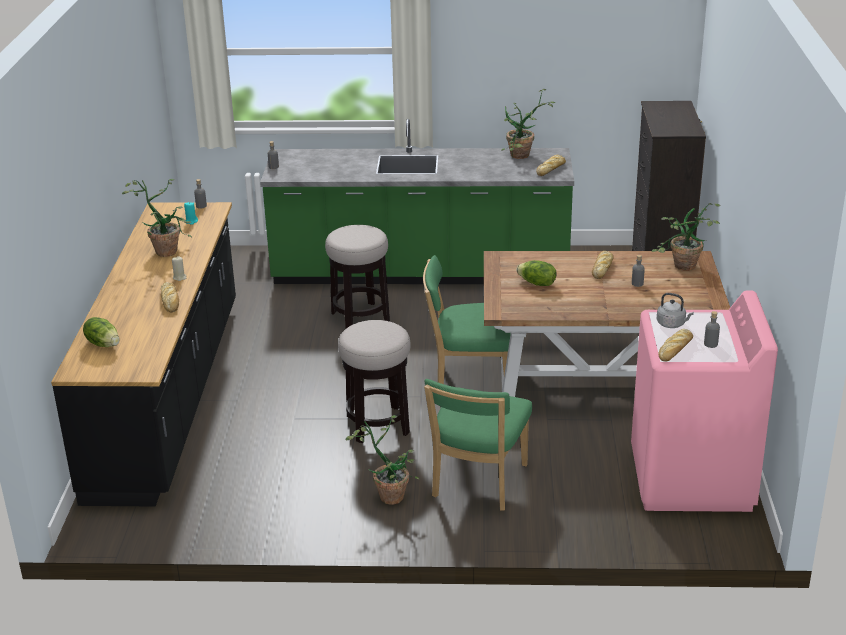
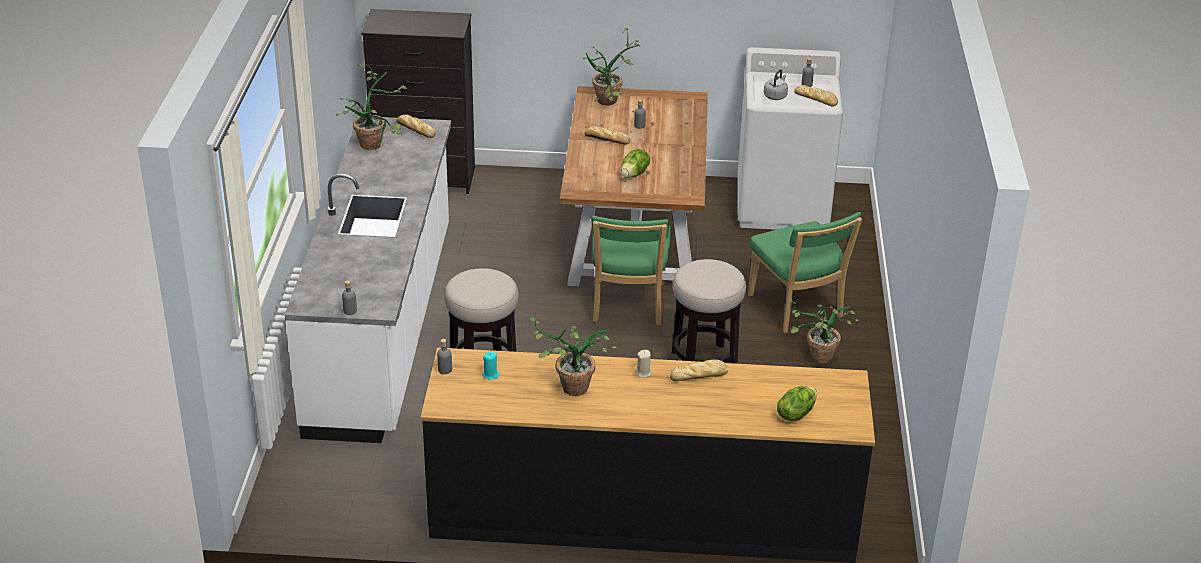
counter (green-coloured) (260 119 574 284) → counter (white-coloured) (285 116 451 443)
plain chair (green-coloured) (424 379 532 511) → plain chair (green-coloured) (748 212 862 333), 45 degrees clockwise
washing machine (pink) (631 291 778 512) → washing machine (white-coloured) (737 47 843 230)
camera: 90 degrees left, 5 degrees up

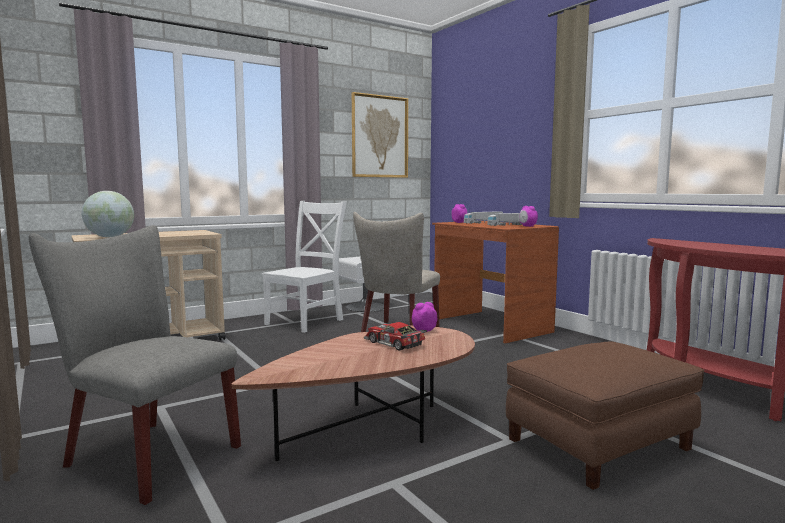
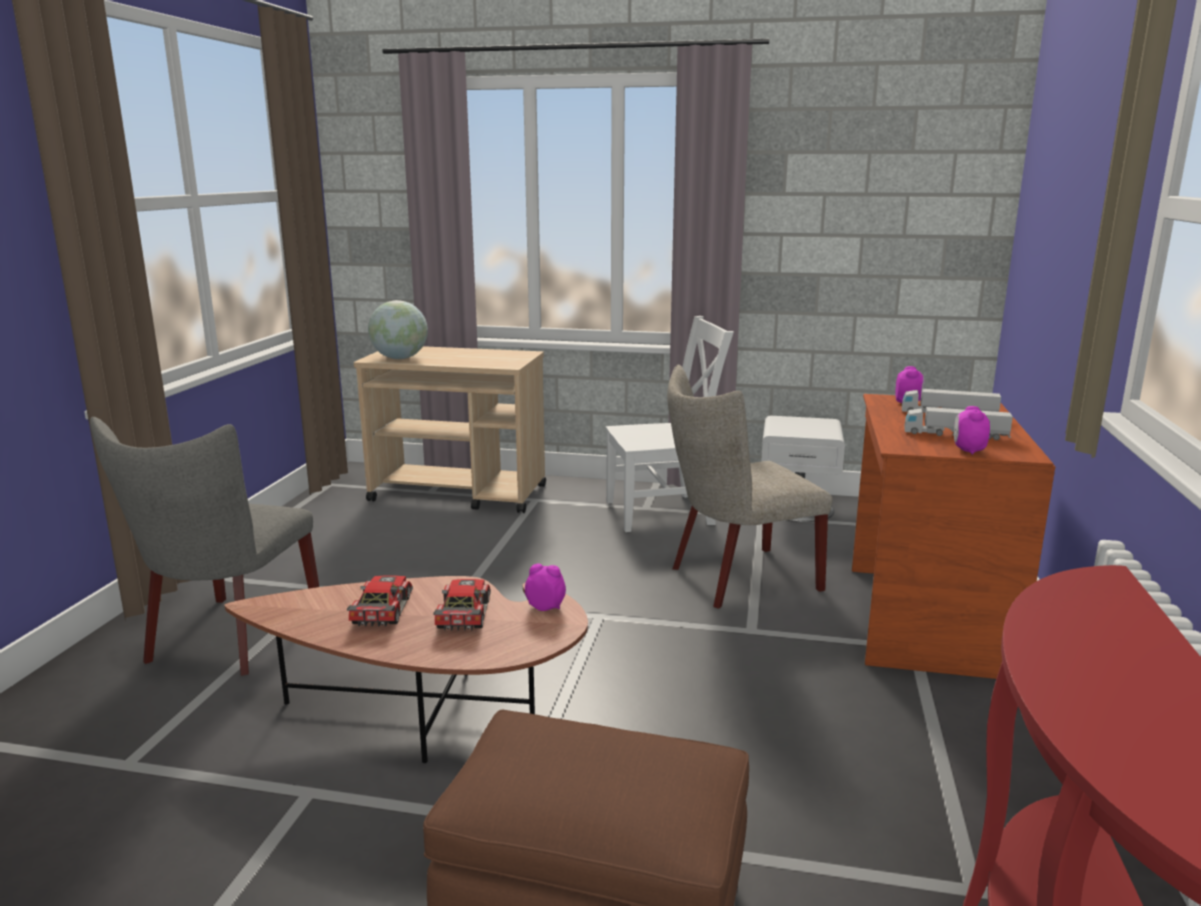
plain chair (gray) (29 225 241 505) → plain chair (gray) (90 417 319 676), 150 degrees counterclockwise
wall picture (352 92 408 178) → -
- → miniature car (347 576 413 627)
camera: 45 degrees right, 10 degrees up

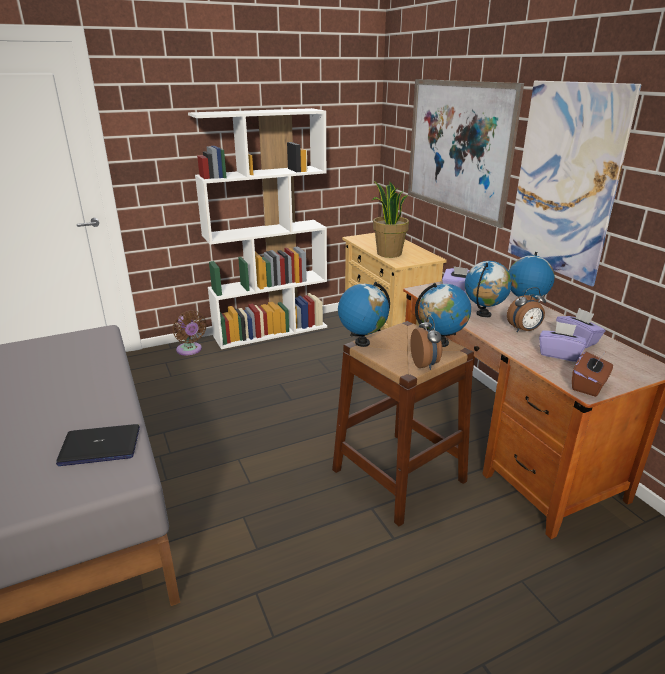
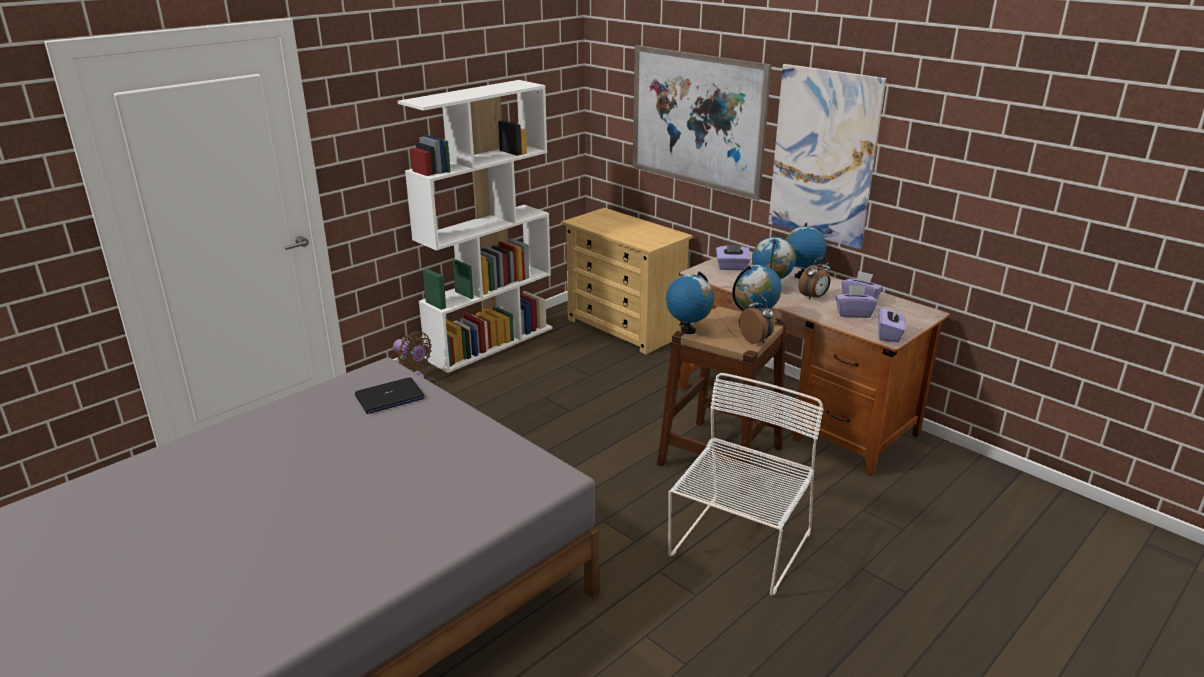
laptop (56 424 140 466) → laptop (355 377 425 414), shifted
potted plant (372 181 409 258) → -
tissue box (brownish) (572 352 613 397) → tissue box (purple-coloured) (878 305 906 342)
- → plain chair (white-coloured) (668 373 824 596)
camera: 20 degrees left, 0 degrees up

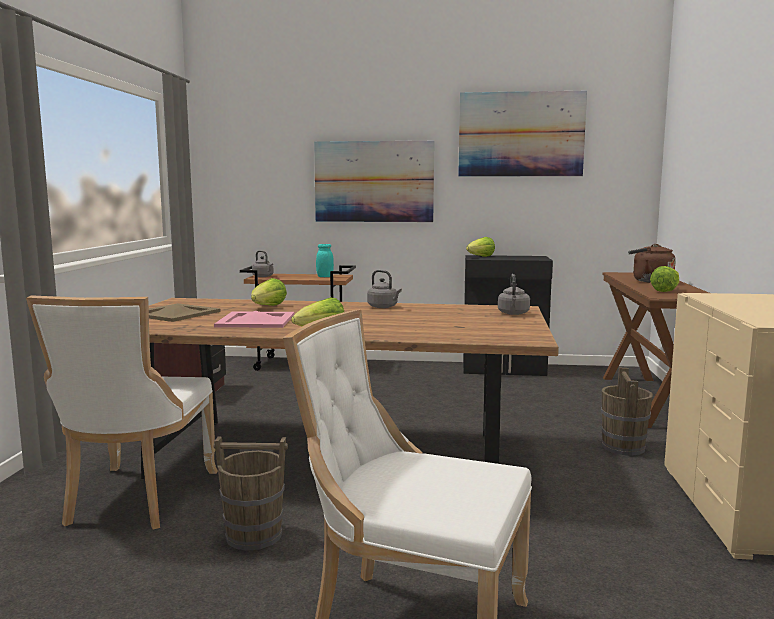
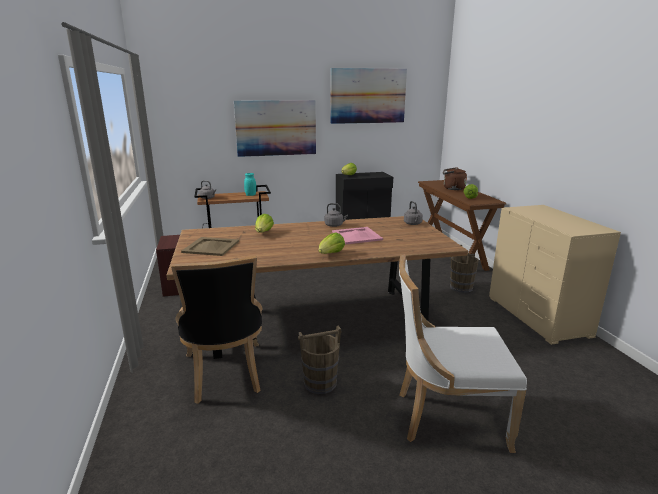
plain chair (white-coloured) (26 296 218 530) → plain chair (black-coloured) (171 256 262 404)
tray (pink) (214 311 295 328) → tray (pink) (332 227 383 244), shifted
camera: 20 degrees left, 10 degrees up

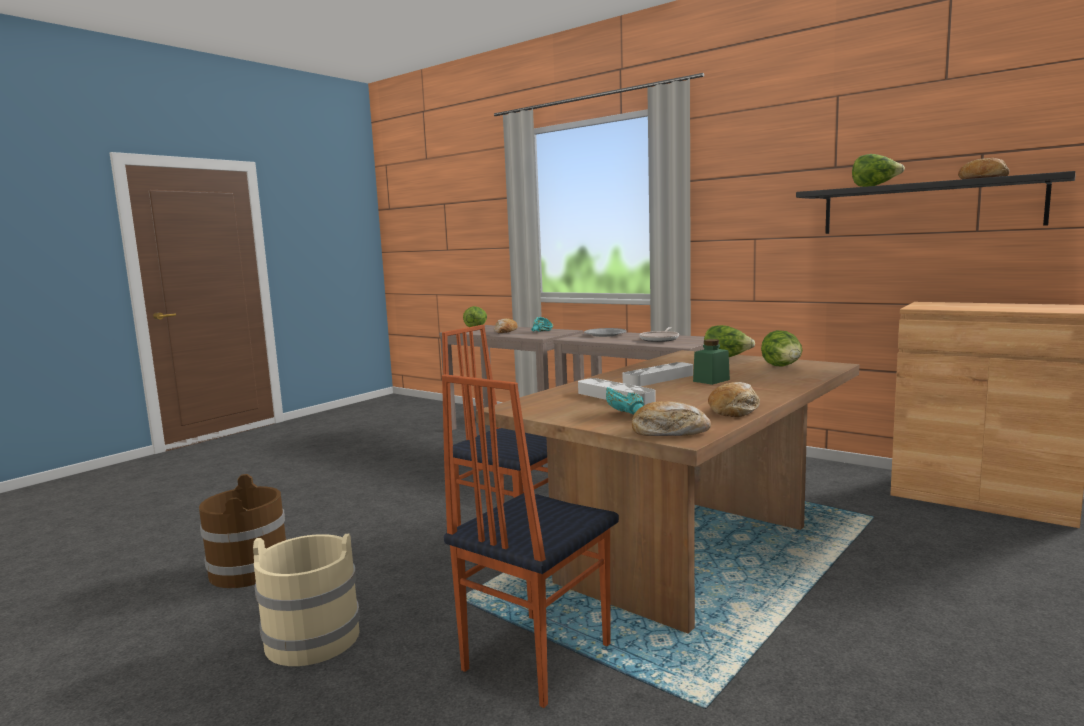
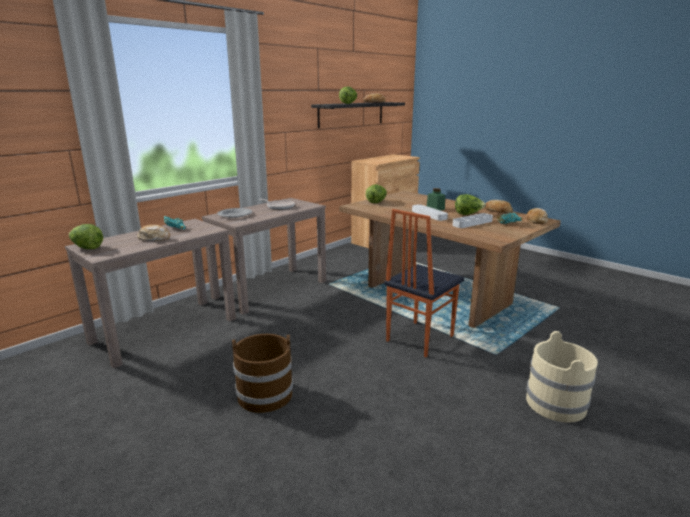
pail (brownish) (199 474 287 588) → pail (brownish) (232 334 293 413), shifted
plain chair (442 374 619 708) → -
lettuce head (761 330 802 366) → lettuce head (455 194 486 215), shifted
camera: 85 degrees left, 10 degrees up

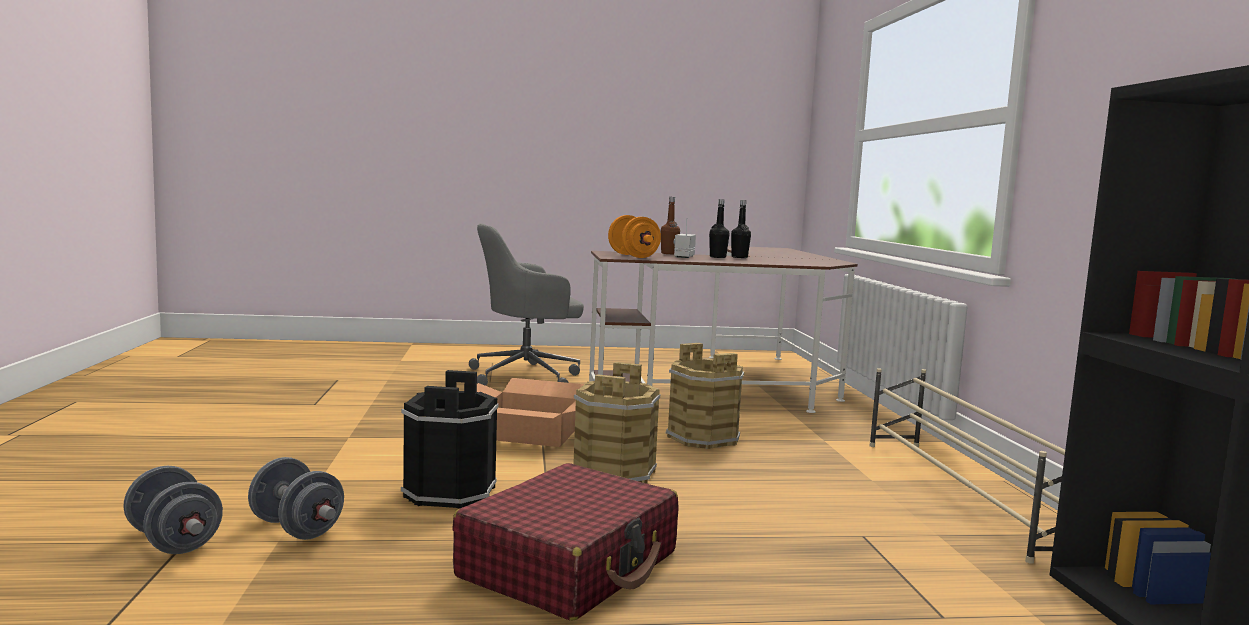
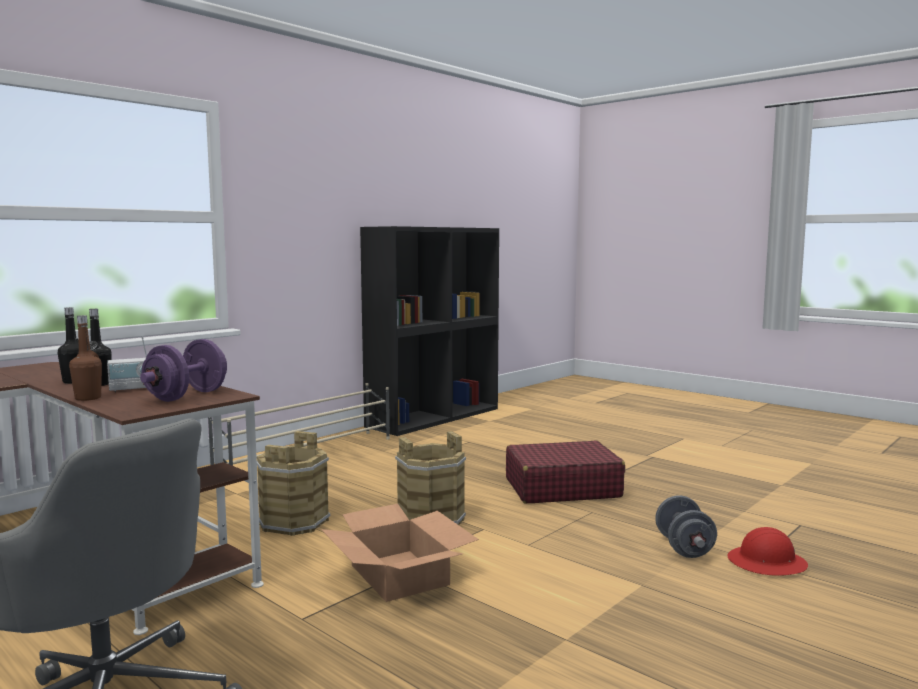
dumbbell (gray) (123 466 223 554) → hard hat (reddish) (727 527 808 576)
pail (black-coloured) (401 370 498 509) → -
dumbbell (orangey) (608 215 661 258) → dumbbell (purple-coloured) (140 339 227 402)
camera: 130 degrees left, 0 degrees up

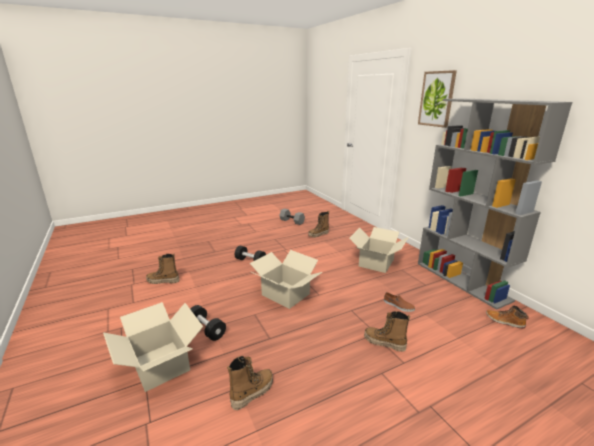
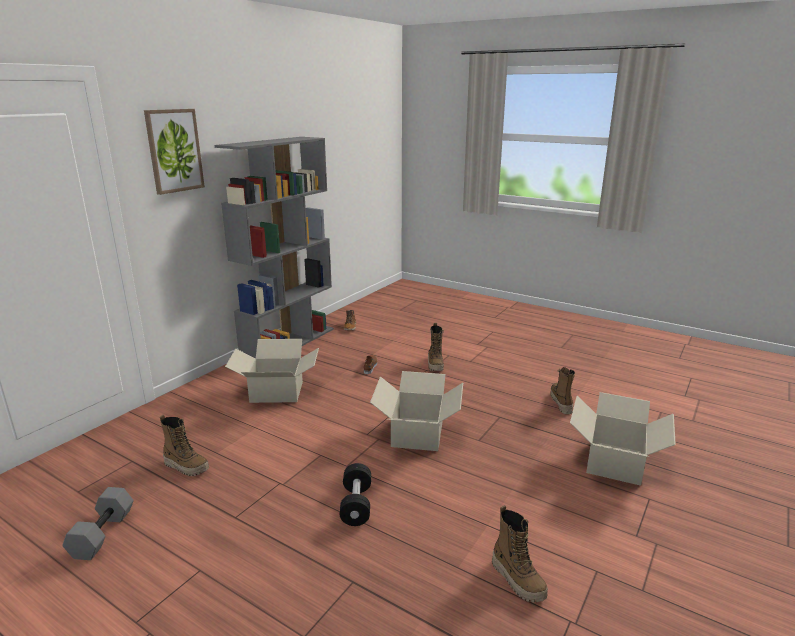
dumbbell (black-coloured) (190 305 226 341) → -
boot (227 356 273 410) → boot (551 367 575 414), 75 degrees clockwise
camera: 120 degrees left, 0 degrees up

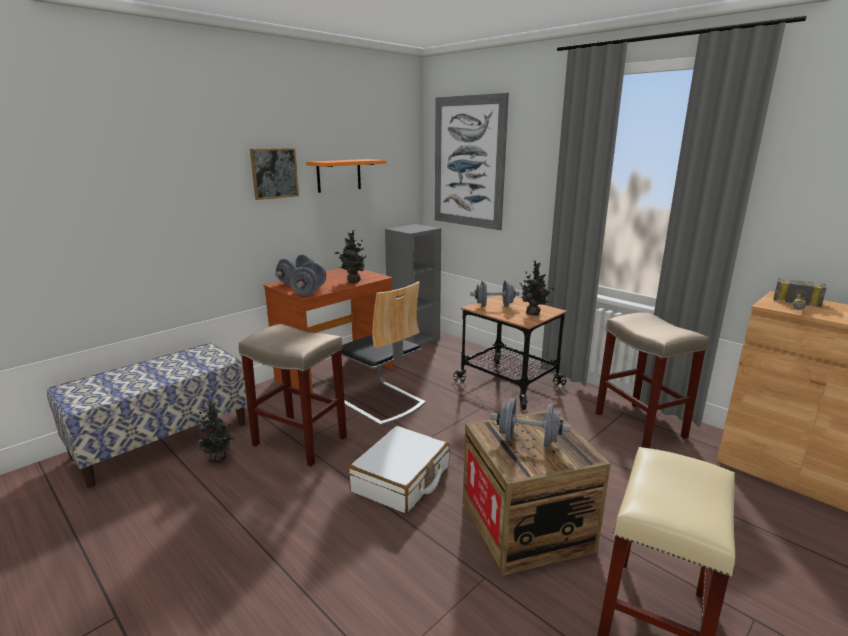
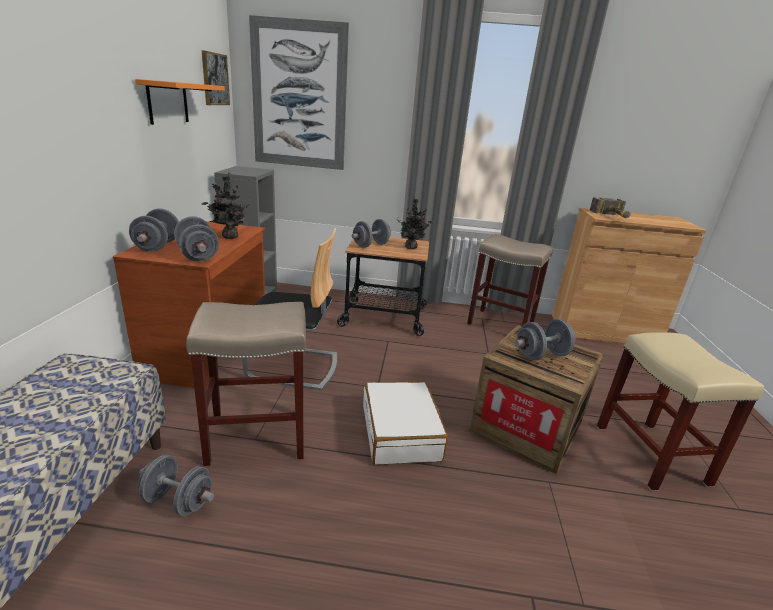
potted plant (197 400 235 463) → dumbbell (gray) (138 455 214 516)
wall picture (250 148 299 200) → wall picture (202 50 230 105), shifted
camera: 40 degrees left, 5 degrees up

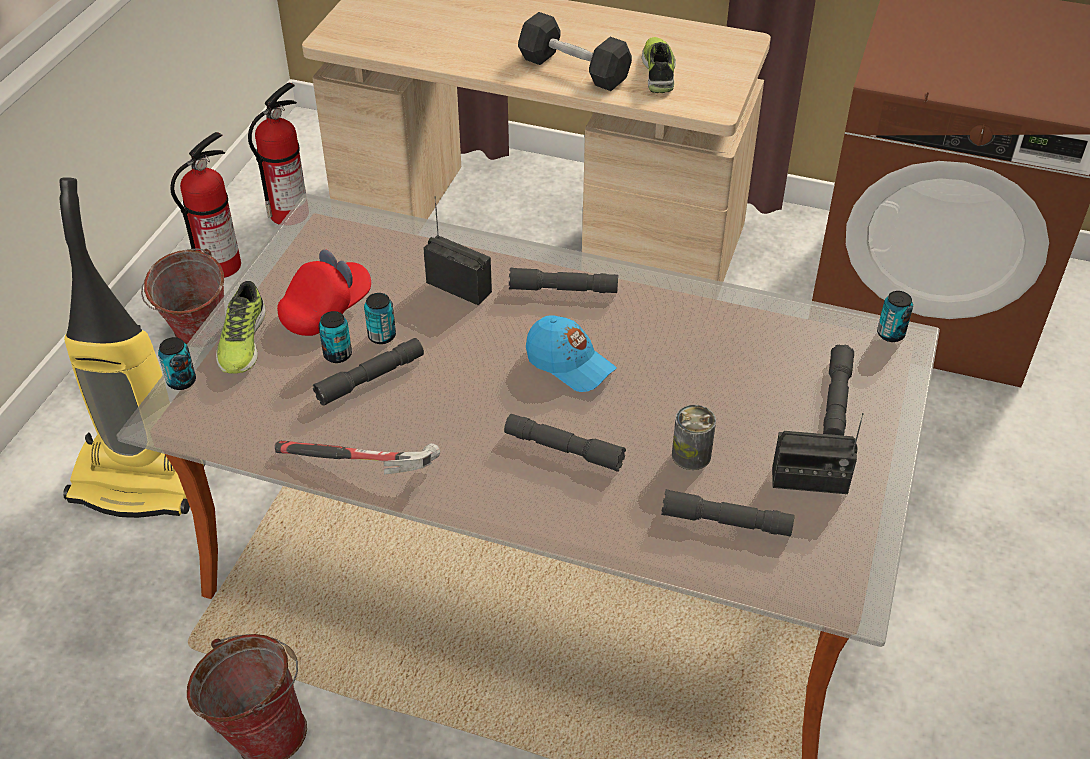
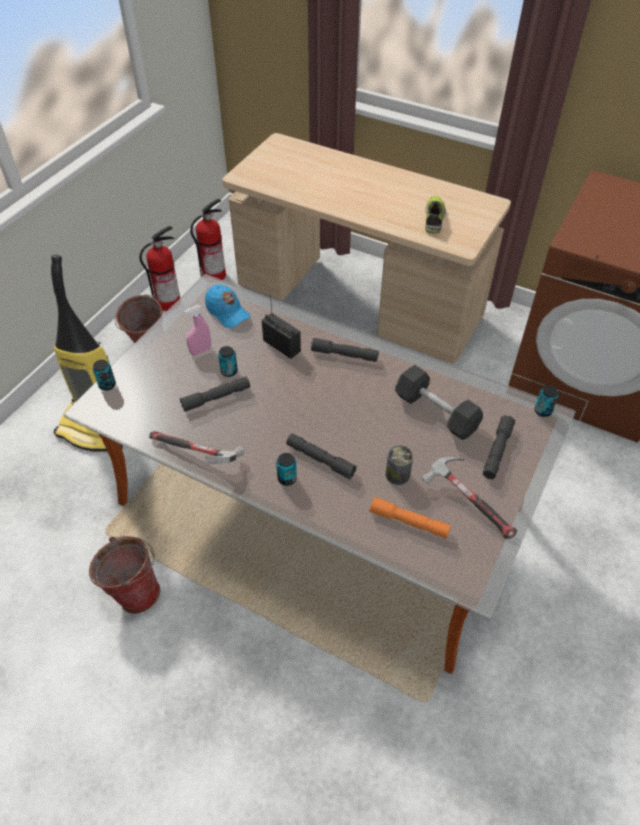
low shoe (216 281 266 374) → -
baseball cap (reddish) (277 249 371 336) → sprayer (pink) (184 305 211 356)
sealed can (319 311 352 363) → sealed can (276 453 297 486), shifted
dumbbell (black-coloured) (518 12 632 91) → dumbbell (black-coloured) (395 365 483 440), shifted
baseball cap (blue-coloured) (526 315 617 392) → baseball cap (blue-coloured) (205 284 251 328), shifted
hand torch (gray) (661 489 794 536) → hand torch (orangey) (369 497 451 538)
radio receiver (772 413 864 494) → hand hammer (421 457 517 539)
camera: 10 degrees right, 5 degrees up

